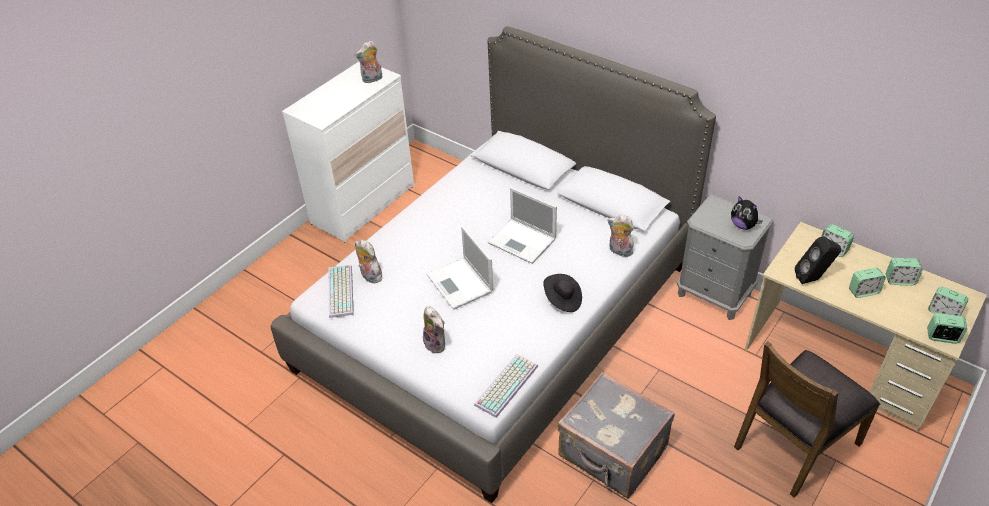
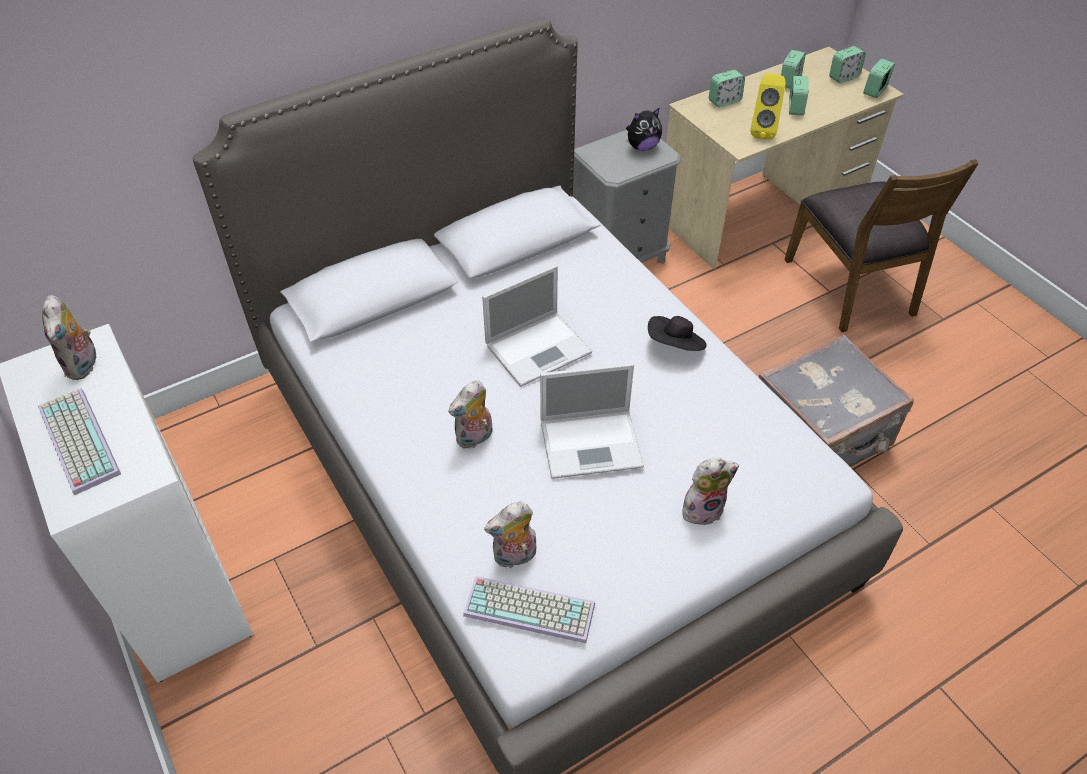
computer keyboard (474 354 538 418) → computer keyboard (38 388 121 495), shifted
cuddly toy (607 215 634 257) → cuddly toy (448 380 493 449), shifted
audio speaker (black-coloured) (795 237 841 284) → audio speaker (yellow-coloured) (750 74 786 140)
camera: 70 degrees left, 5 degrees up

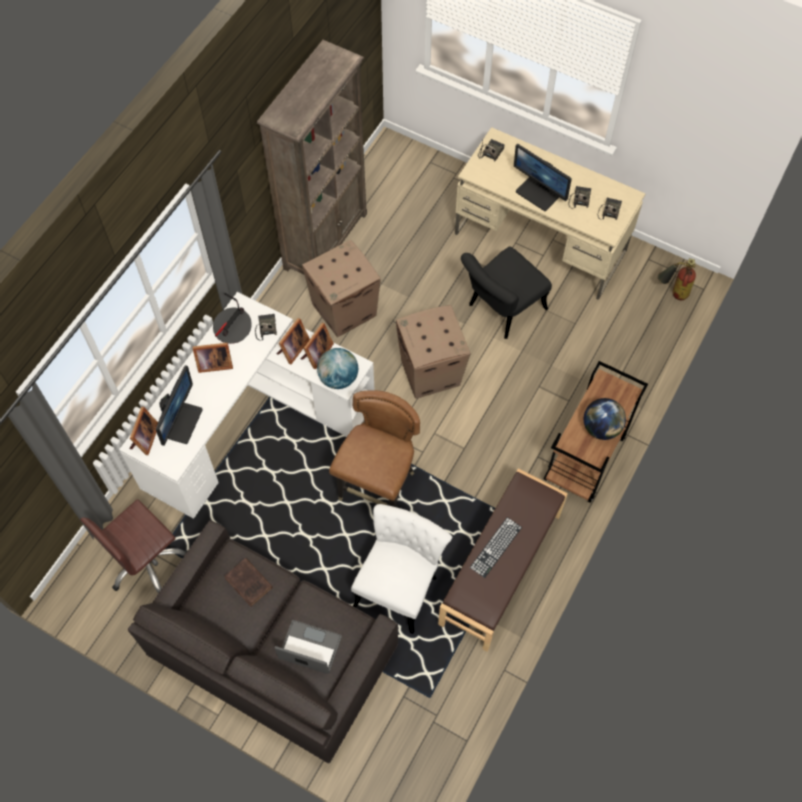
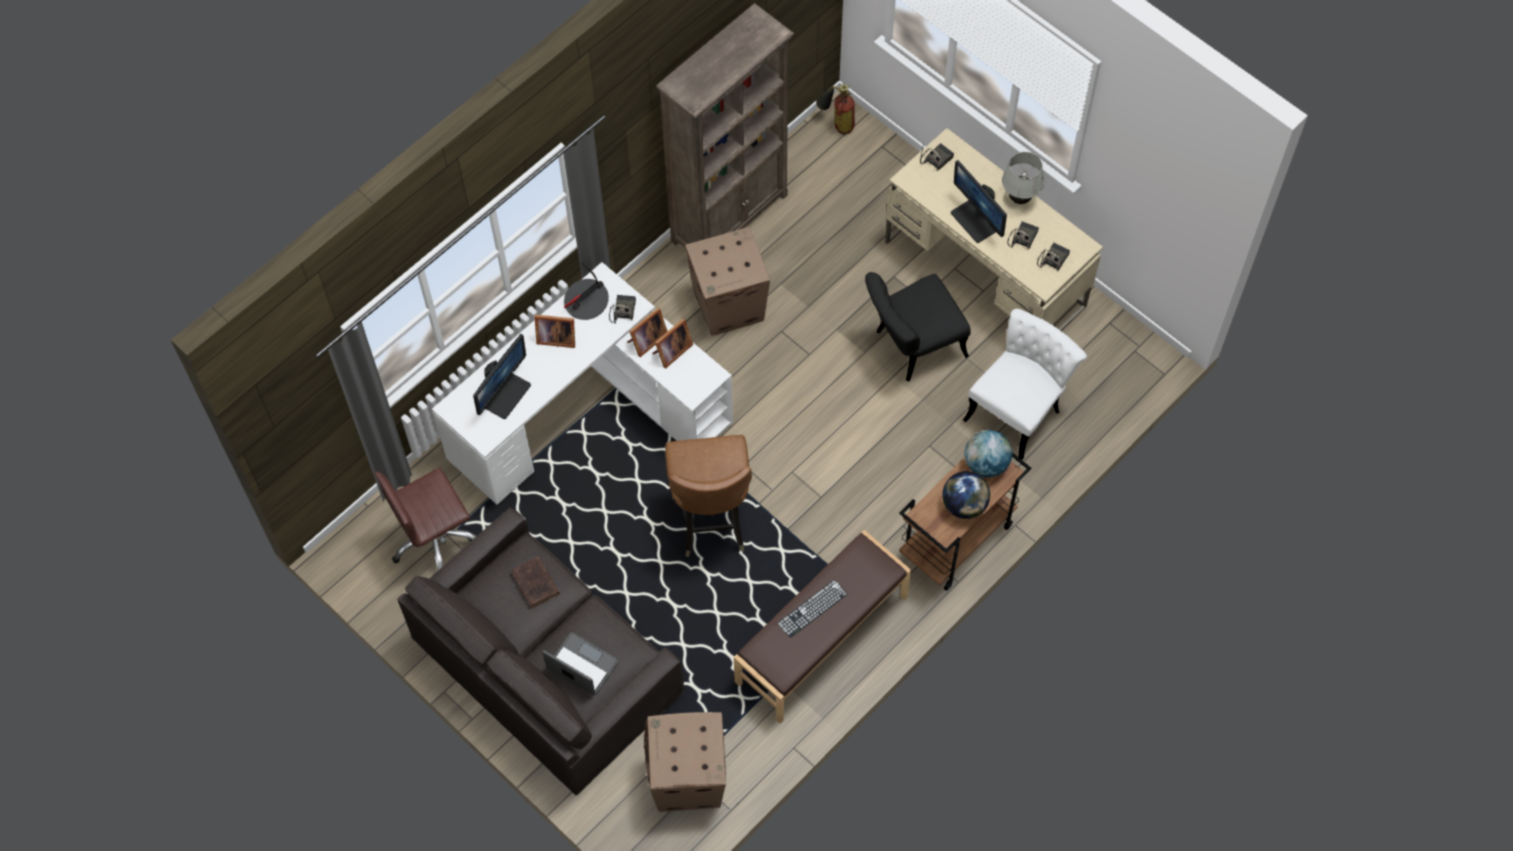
standing frame (130 407 158 455) → -
world globe (317 348 358 389) → world globe (964 430 1012 477), shifted
plain chair (brownish) (329 390 420 507) → plain chair (brownish) (665 435 752 557), 135 degrees clockwise
plain chair (white-coloured) (351 504 453 634) → plain chair (white-coloured) (963 309 1087 460), shifted
cardboard box (396 305 471 399) → cardboard box (644 712 726 812), shifted
extinguisher (658 258 696 300) → extinguisher (816 83 855 134), shifted
- → lamp for a table (white-coloured) (1002 152 1044 204)
camera: 15 degrees right, 0 degrees up

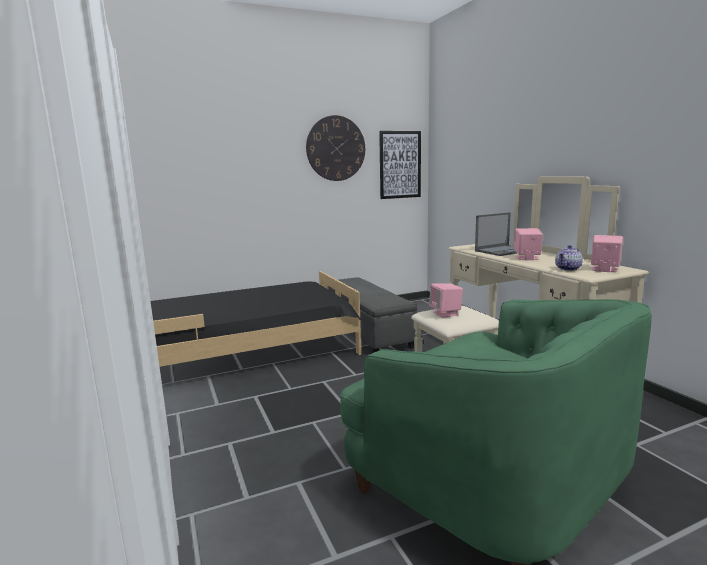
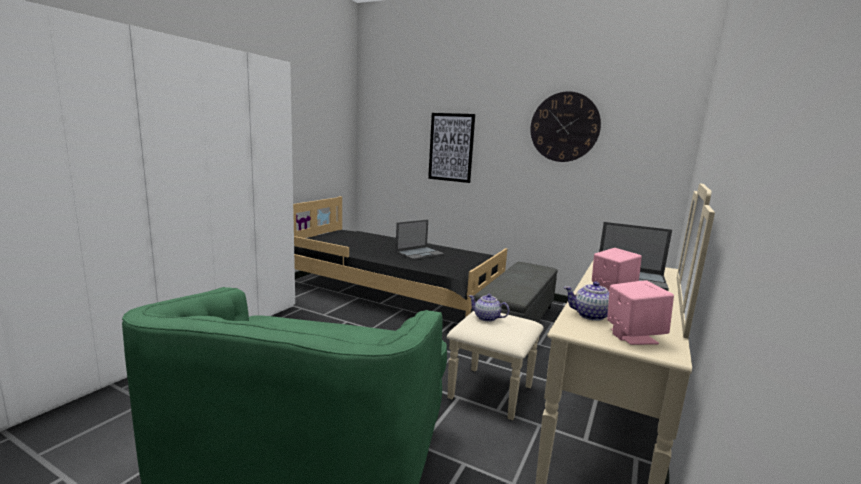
wall picture (379 131 421 199) → wall picture (428 113 475 183), shifted
audio speaker (pink) (429 283 463 318) → tea pot (469 294 509 322)
- → laptop (396 220 445 260)
camera: 50 degrees right, 0 degrees up

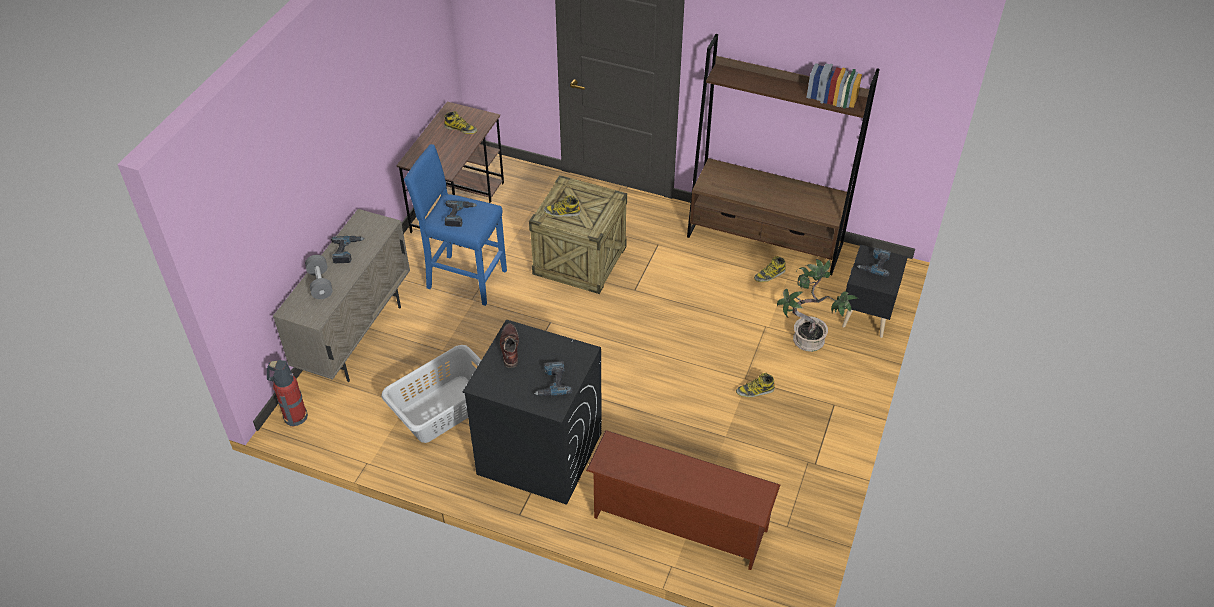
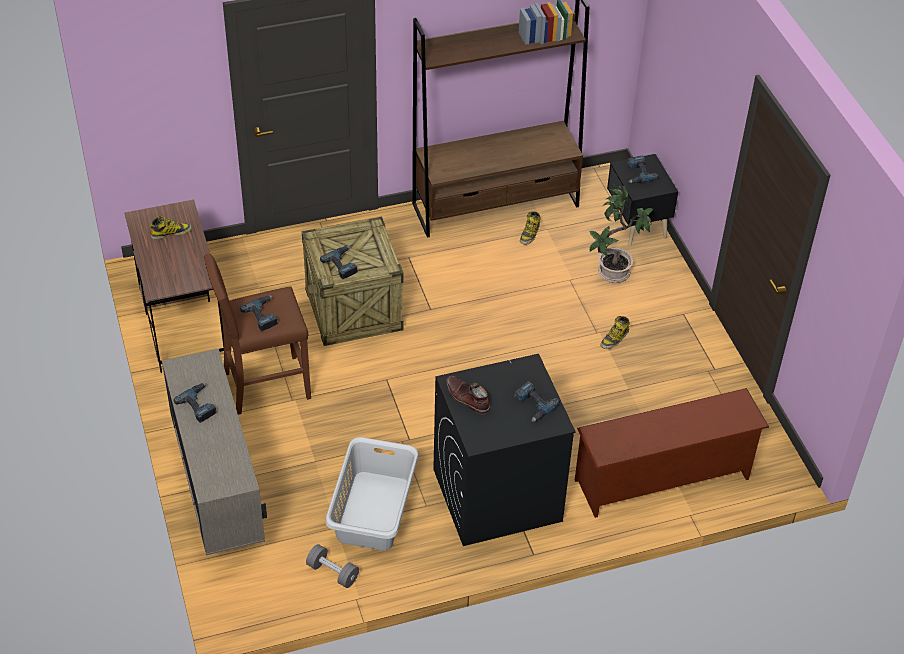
extinguisher (267 360 308 427) → -
dumbbell (gray) (305 255 333 299) → dumbbell (gray) (306 544 359 588), shifted
stool (blue-coloured) (404 144 507 306) → stool (brownish) (204 253 311 415)
boot (544 195 581 217) → power drill (320 246 358 279)
camera: 40 degrees left, 0 degrees up

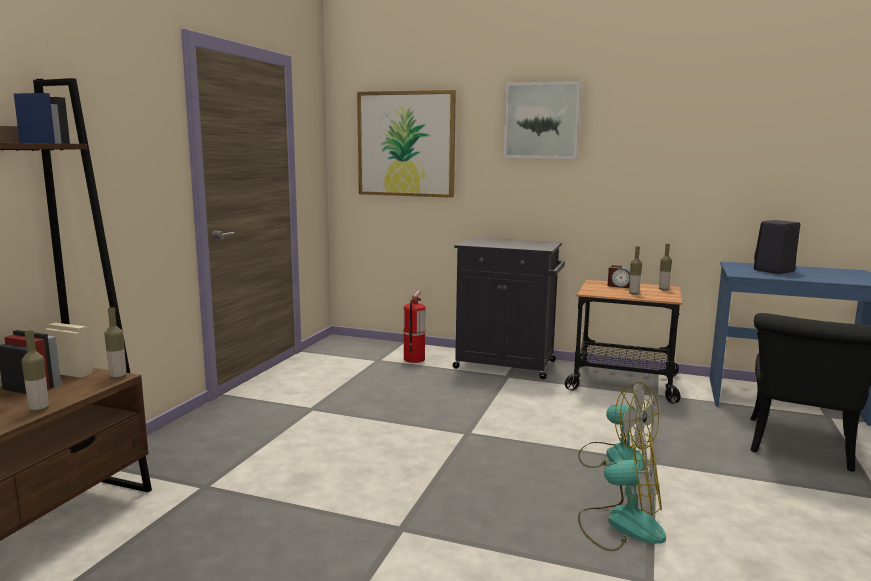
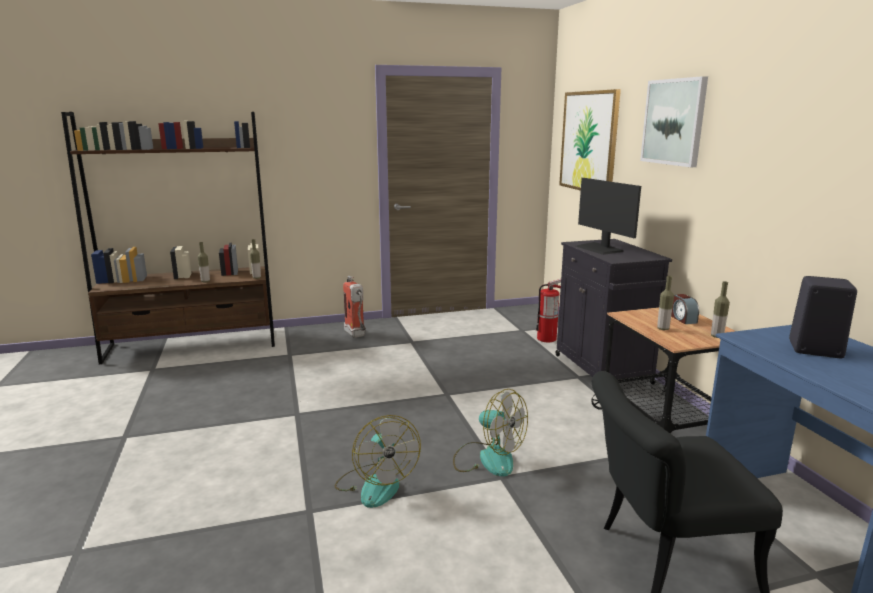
electric fan (578 382 659 471) → electric fan (453 389 528 477), 60 degrees counterclockwise
- → extinguisher (343 275 366 338)
- → monitor (576 178 641 255)
camera: 55 degrees right, 5 degrees up

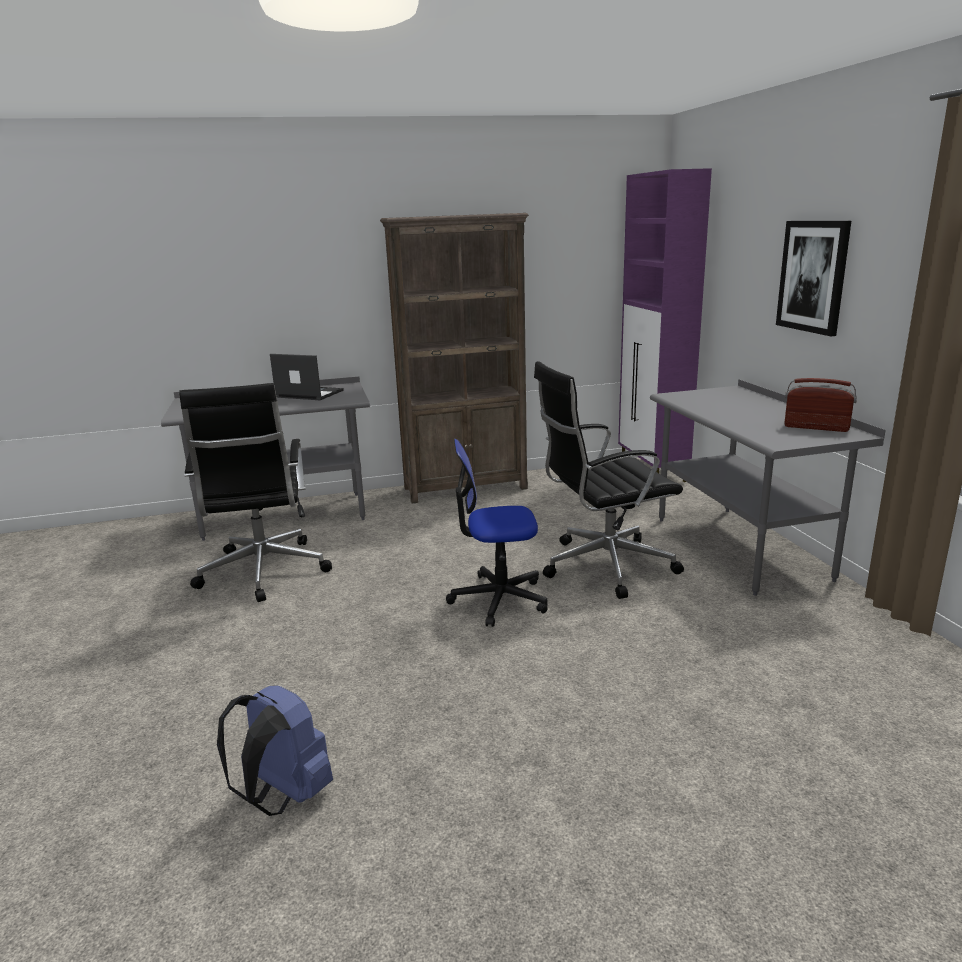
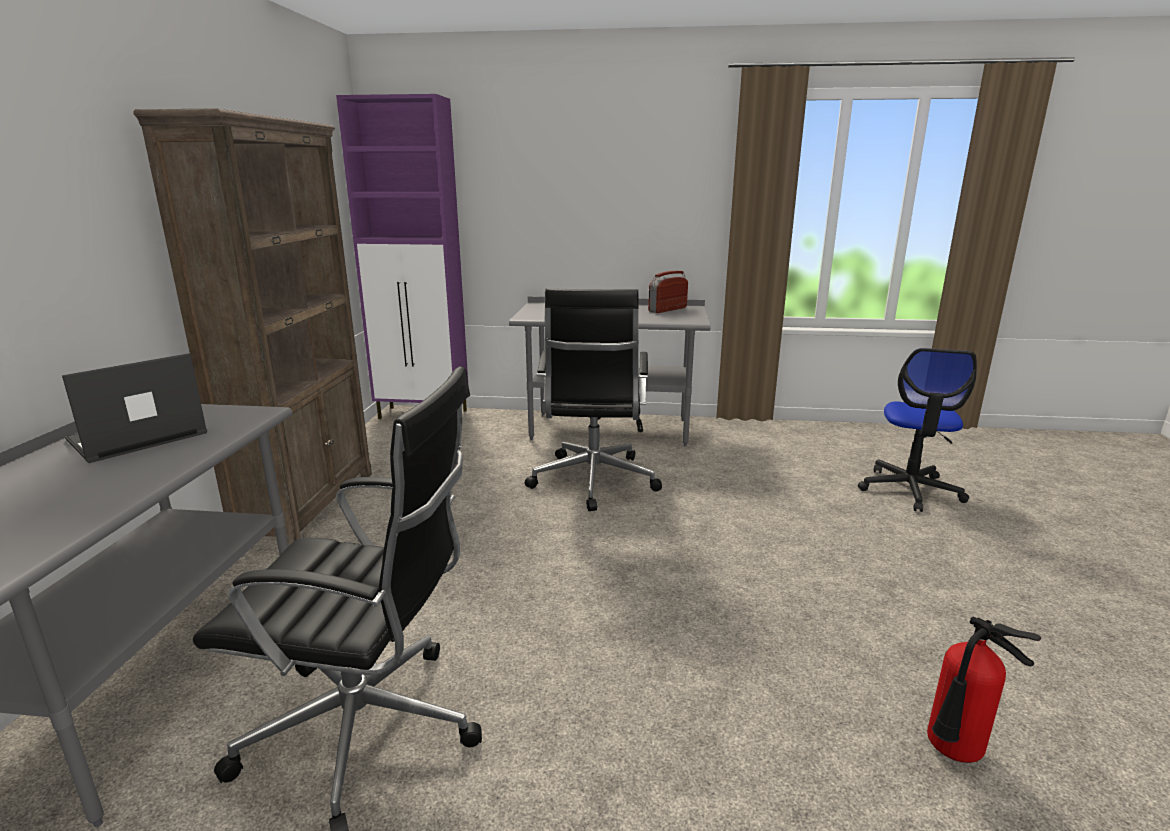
rucksack (blue-coloured) (217 686 333 816) → extinguisher (927 616 1041 763)
office chair (446 439 548 627) → office chair (858 348 977 512), shifted
wall picture (776 221 851 336) → -
camera: 70 degrees left, 0 degrees up

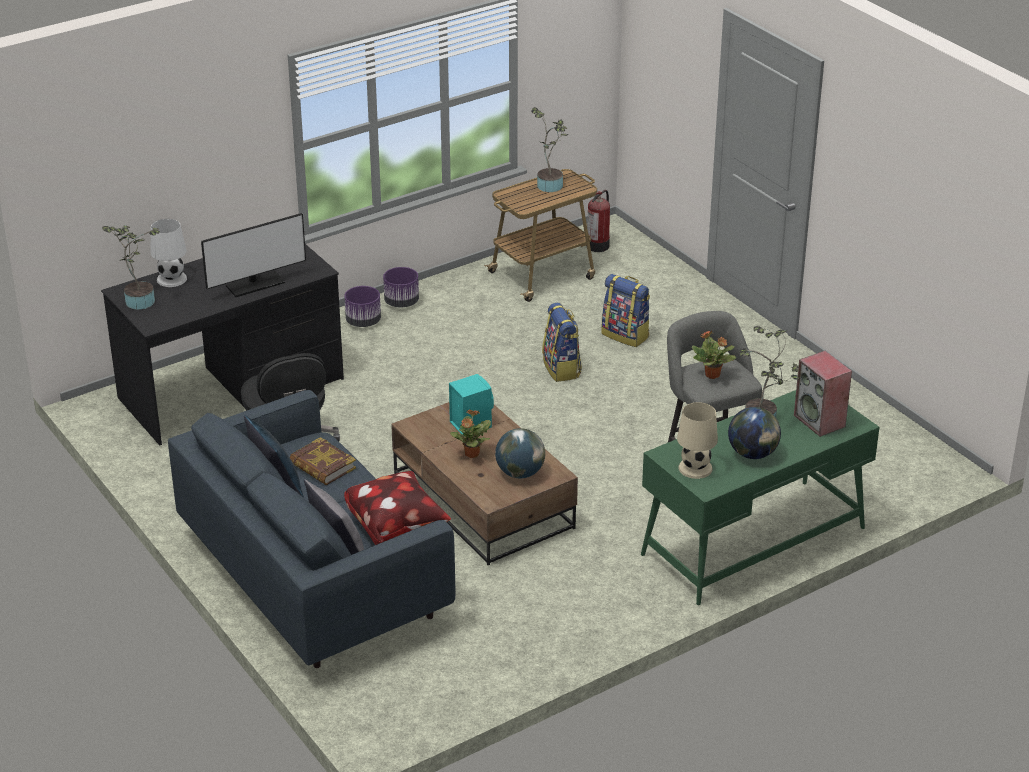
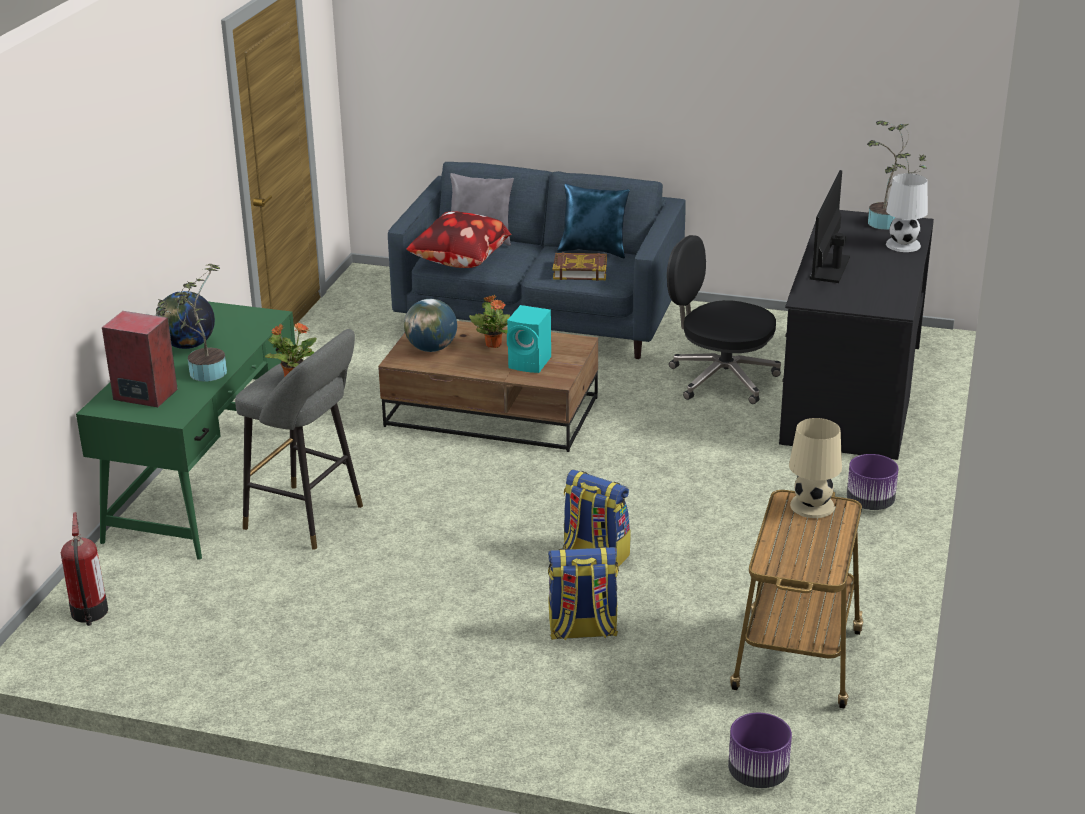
plant pot (purple-coloured) (383 267 419 307) → plant pot (purple-coloured) (728 713 792 788), shifted
potted plant (531 107 569 192) → -
extinguisher (586 190 610 252) → extinguisher (61 512 108 626), shifted
lamp for a table (sand-coloured) (677 402 718 479) → lamp for a table (sand-coloured) (789 418 842 518), shifted
camera: 140 degrees right, 5 degrees down

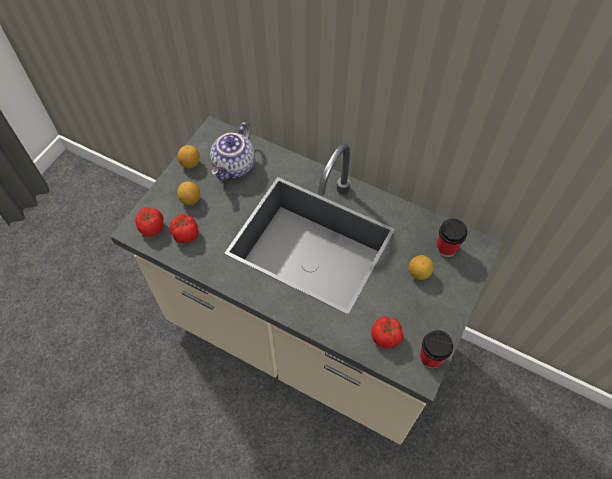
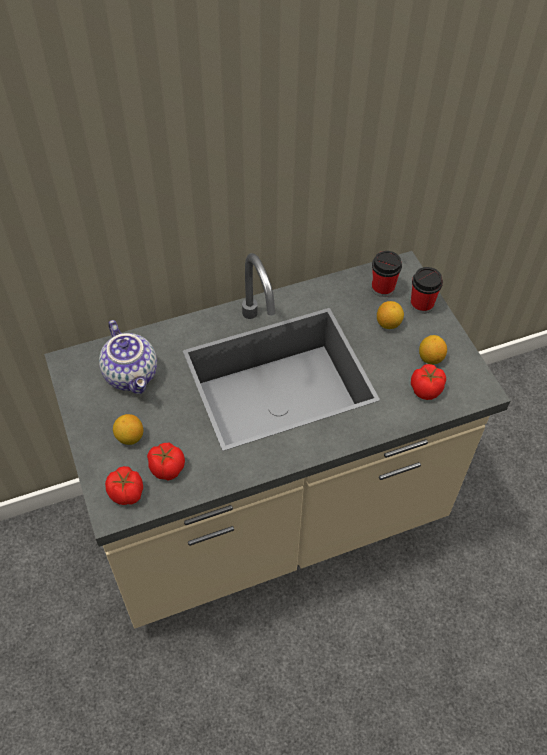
citrus fruit (177 145 200 168) → citrus fruit (419 335 447 365), shifted
cup (420 330 453 369) → cup (411 267 443 314), shifted
camera: 50 degrees left, 5 degrees down

